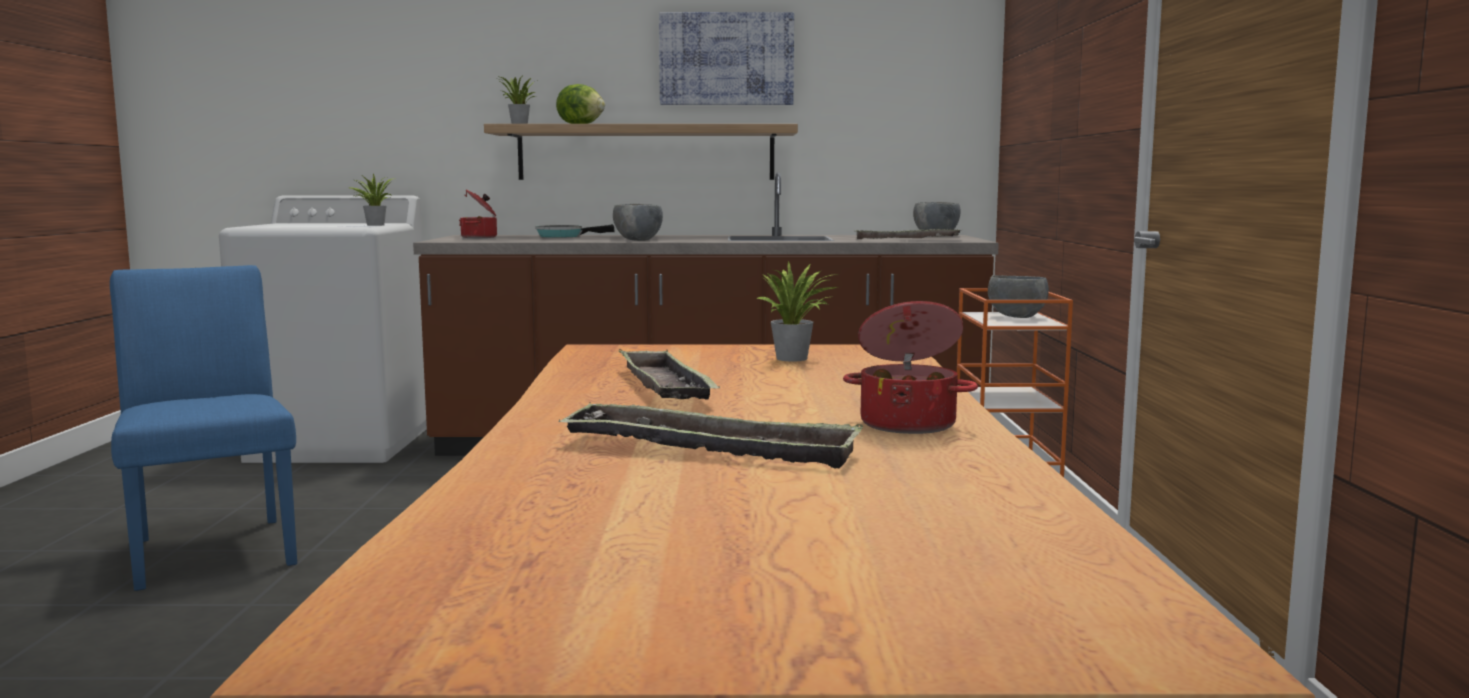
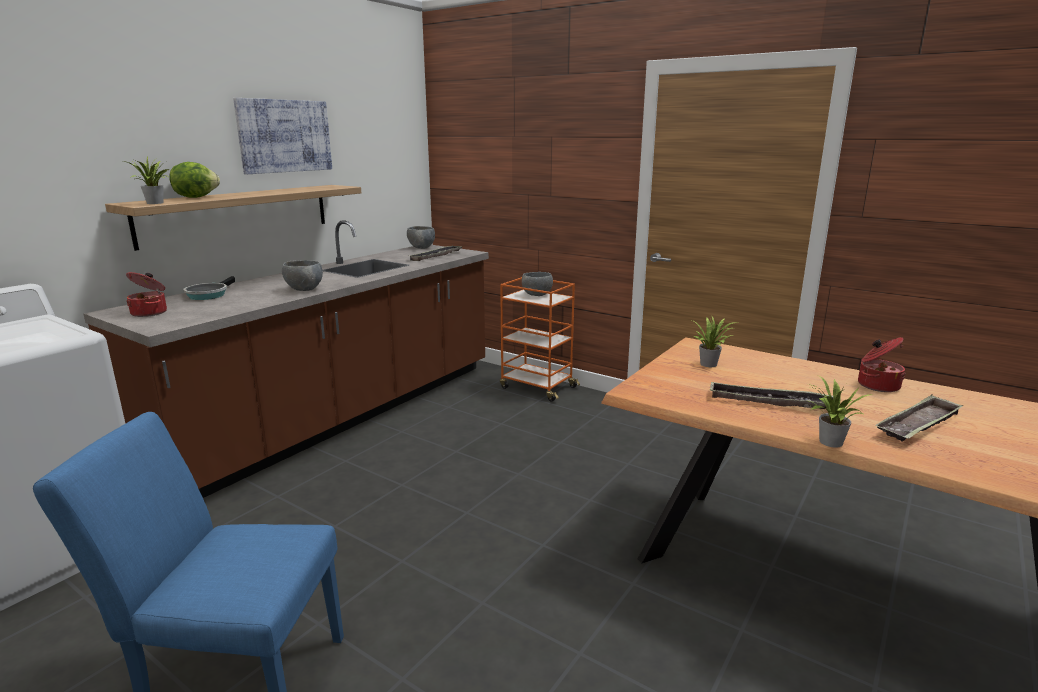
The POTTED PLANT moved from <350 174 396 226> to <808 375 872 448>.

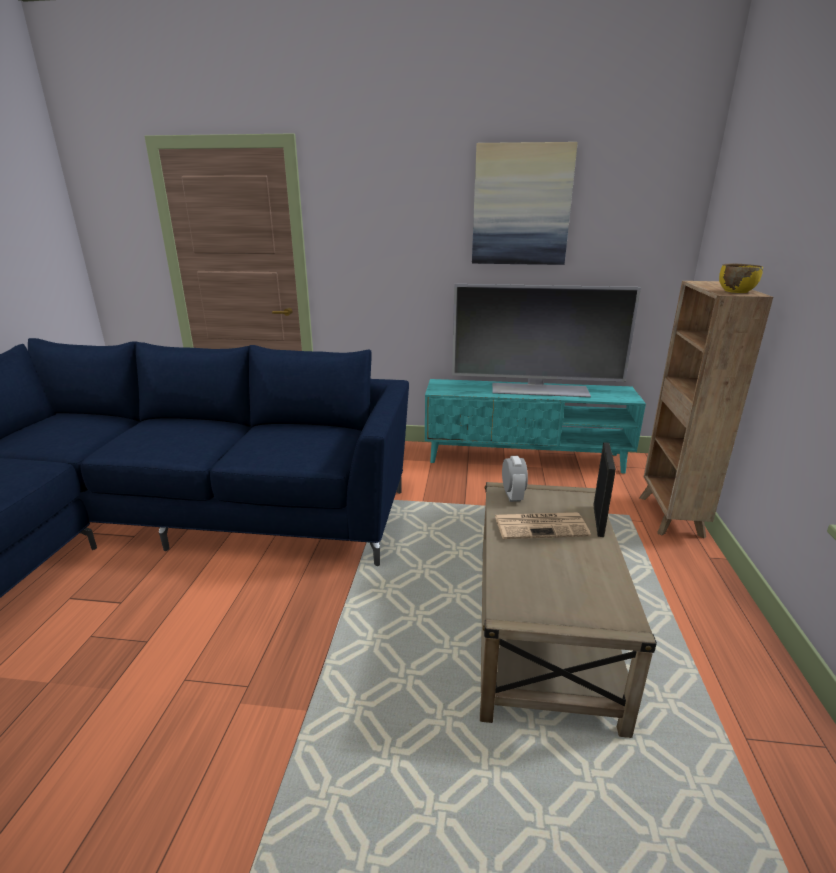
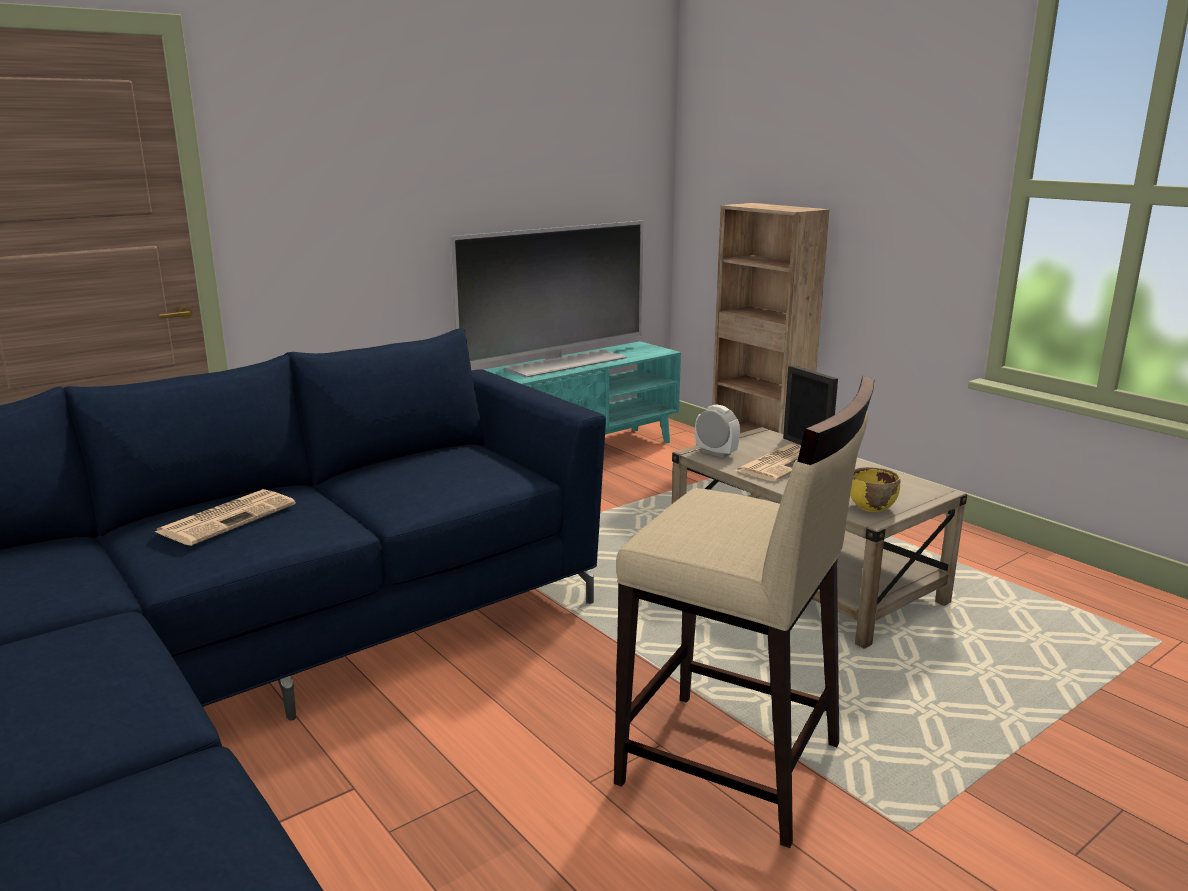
The PICTURE at <472 142 578 265> disappeared. The YELLOW BOWL moved from <719 263 763 293> to <850 467 900 512>. The BEIGE STOOL at <614 376 874 848> appeared. The NEWSPAPER at <155 489 296 546> appeared.

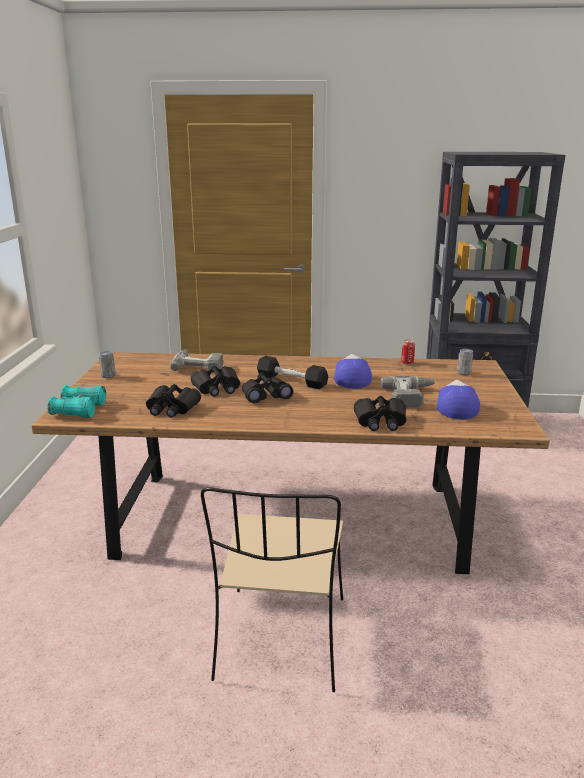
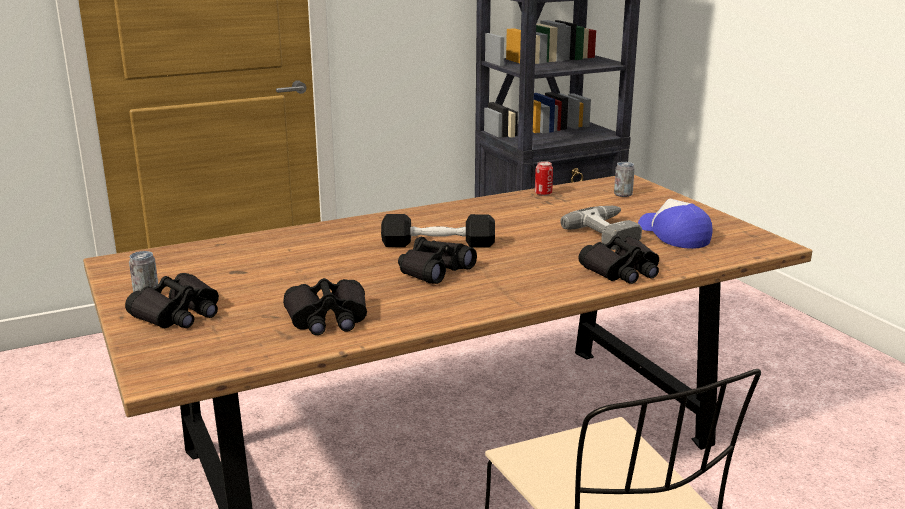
The POWER DRILL at <170 349 223 371> disappeared. The CAP at <334 354 372 389> disappeared. The BLACK BINOCULARS moved from <191 366 240 396> to <125 273 219 328>. The TURQUOISE BINOCULARS at <47 386 106 418> disappeared.

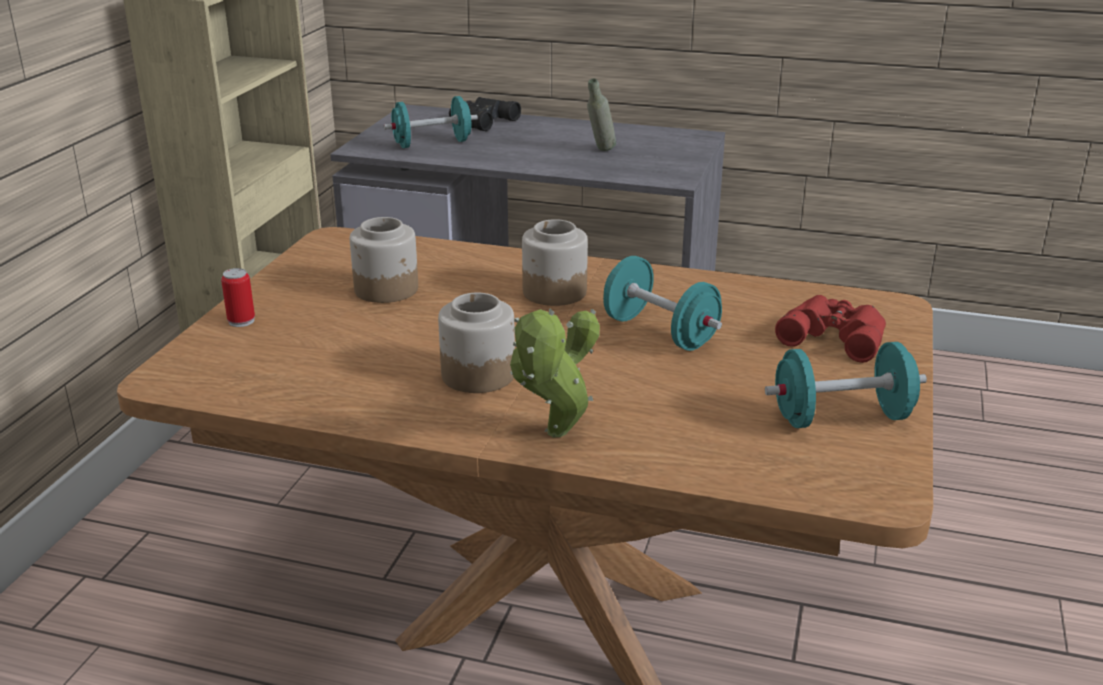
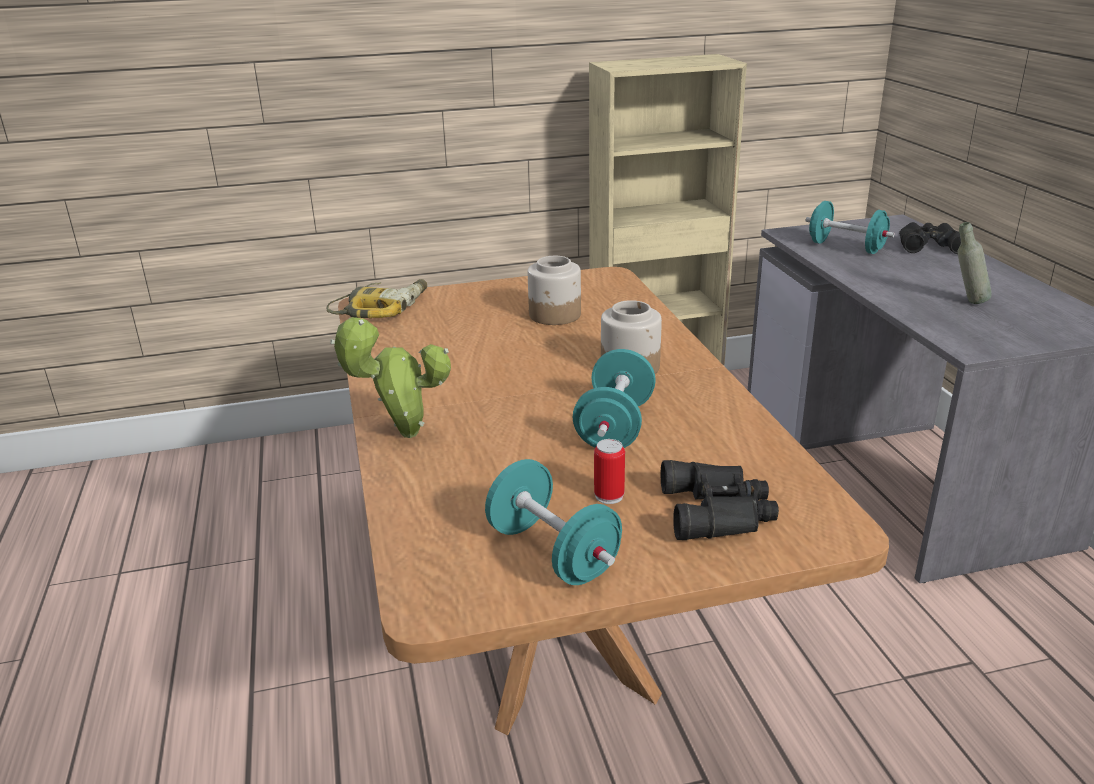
The CAN moved from <221 268 255 327> to <594 439 625 504>. The JAR at <438 293 515 393> disappeared. The RED BINOCULARS at <775 295 886 363> became the BLACK BINOCULARS at <660 460 779 540>. The POWER DRILL at <326 279 427 318> appeared.

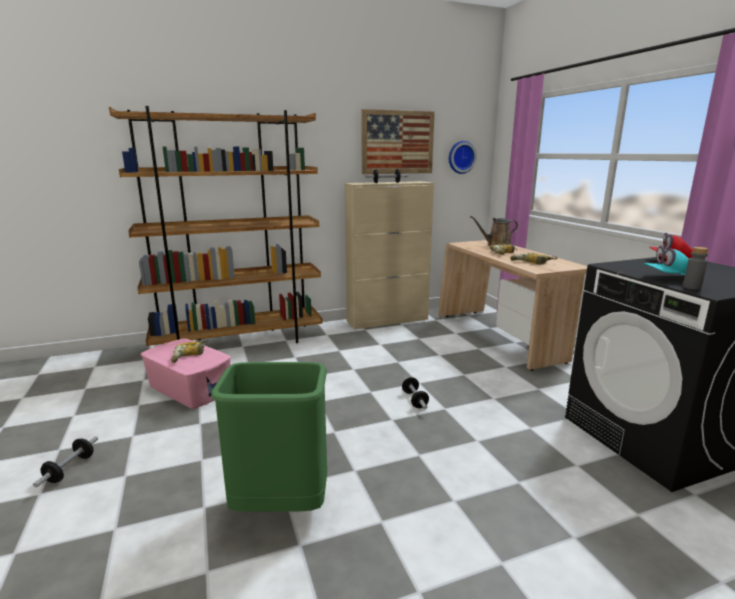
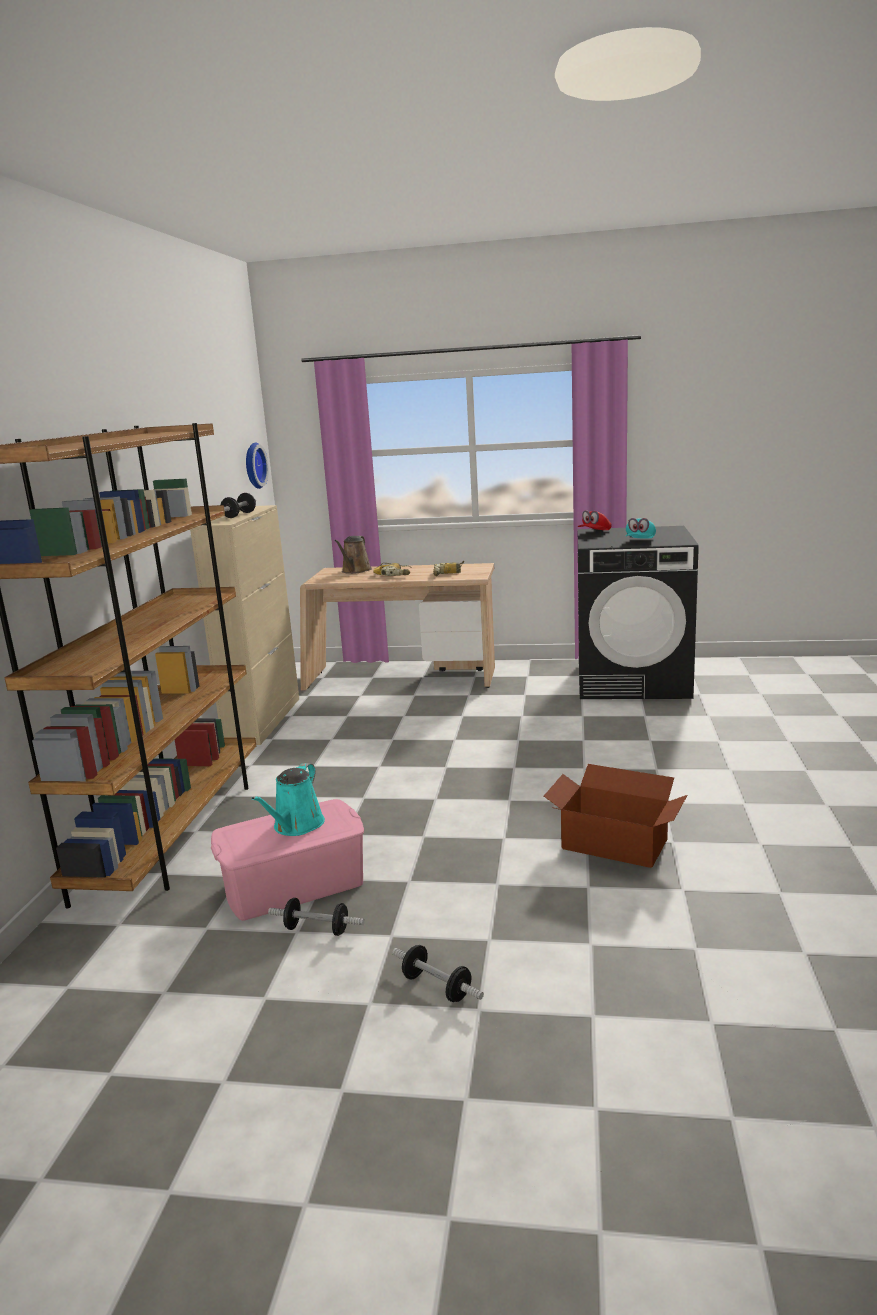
The PICTURE at <361 109 435 174> disappeared. The GREY BOTTLE at <683 247 708 290> disappeared. The POWER DRILL at <171 340 208 363> was replaced by the TURQUOISE WATERING CAN at <251 763 325 836>. The GREEN TRASH CAN at <211 362 327 512> was replaced by the CARDBOARD BOX at <544 764 688 868>. The DUMBBELL moved from <402 377 429 409> to <268 898 365 936>.

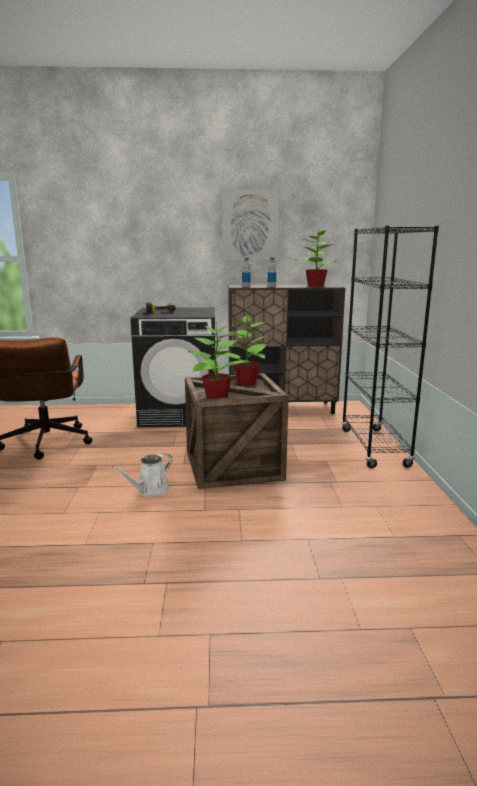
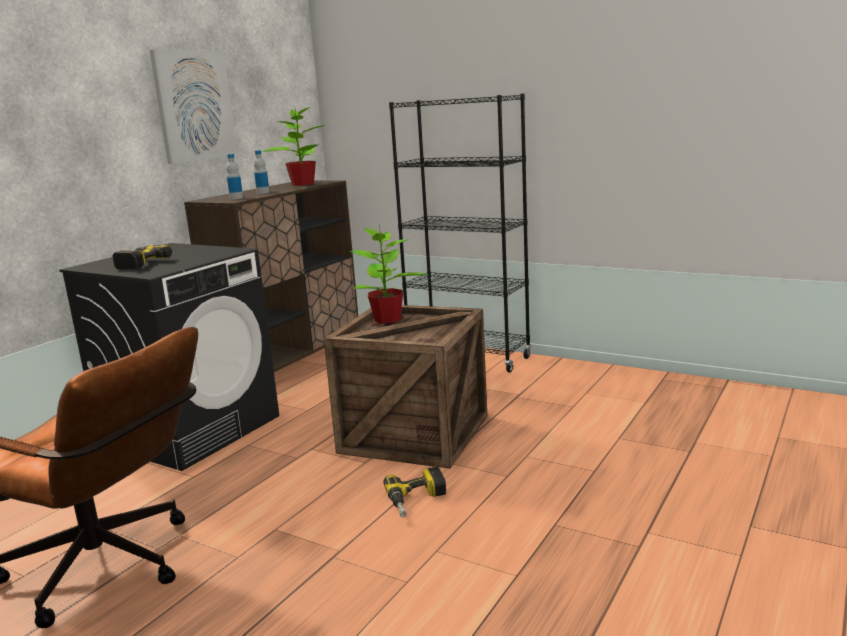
The POTTED PLANT at <188 323 251 399> disappeared. The WHITE WATERING CAN at <112 453 172 497> was replaced by the POWER DRILL at <383 467 446 517>.

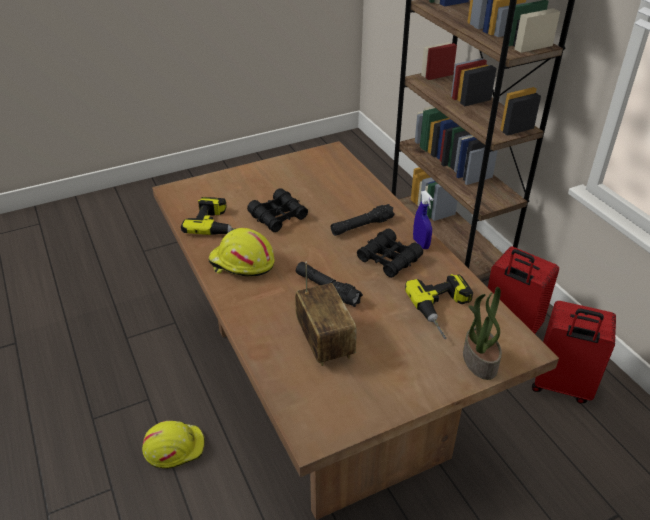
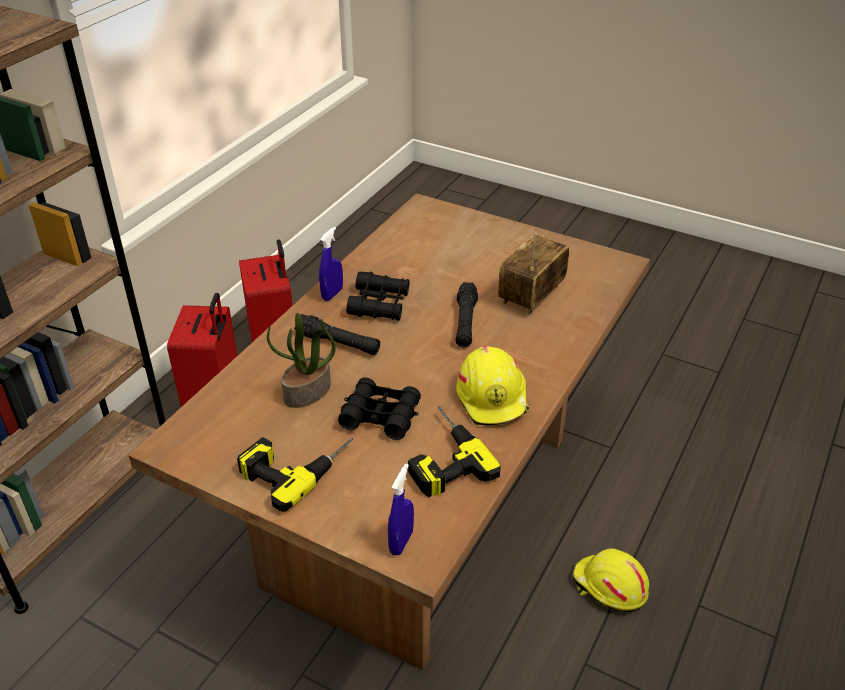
The POWER DRILL moved from <405 274 473 339> to <237 437 353 512>. The POTTED PLANT moved from <463 287 502 380> to <267 313 336 408>. The BLUE SPRAY BOTTLE at <388 463 414 555> appeared.

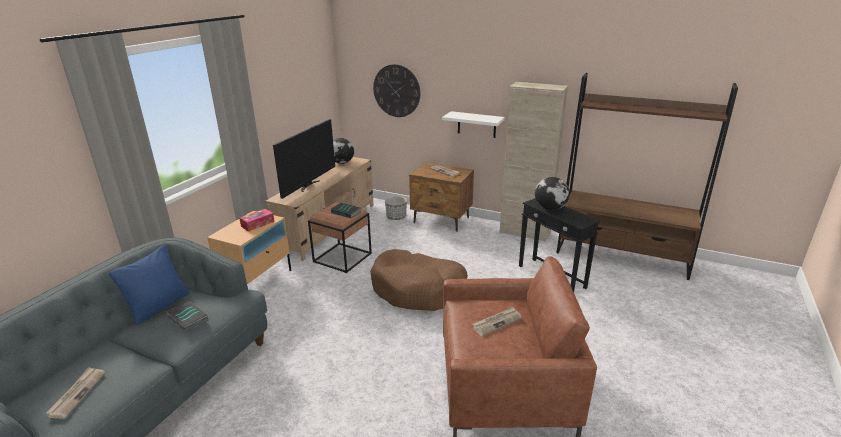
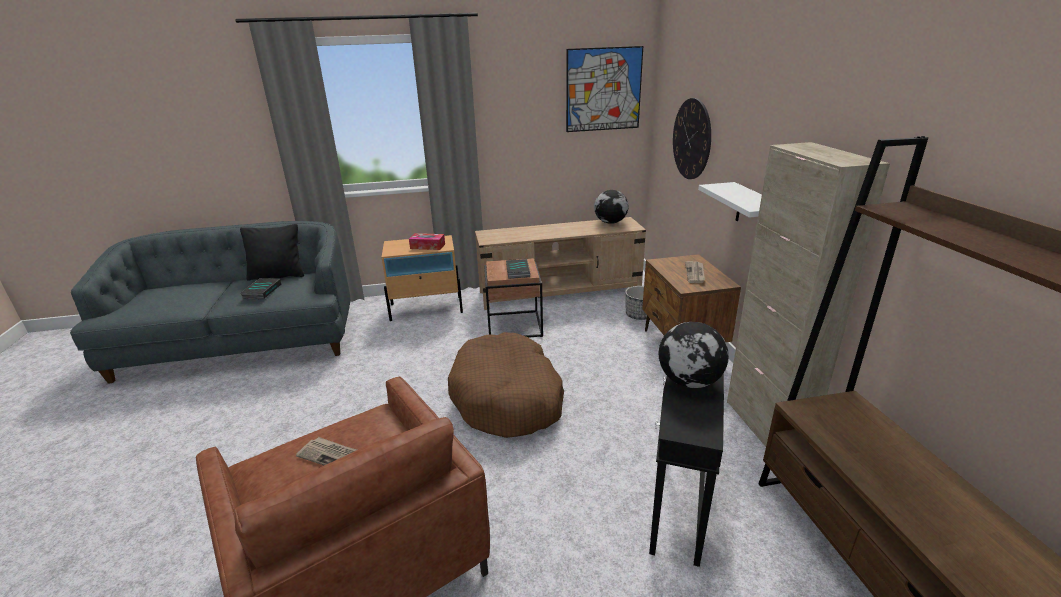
The TELEVISION at <273 119 335 199> disappeared. The BLUE PILLOW at <109 245 190 325> became the BLACK PILLOW at <240 224 304 281>. The NEWSPAPER at <46 367 106 419> disappeared. The PICTURE at <566 46 643 132> appeared.

